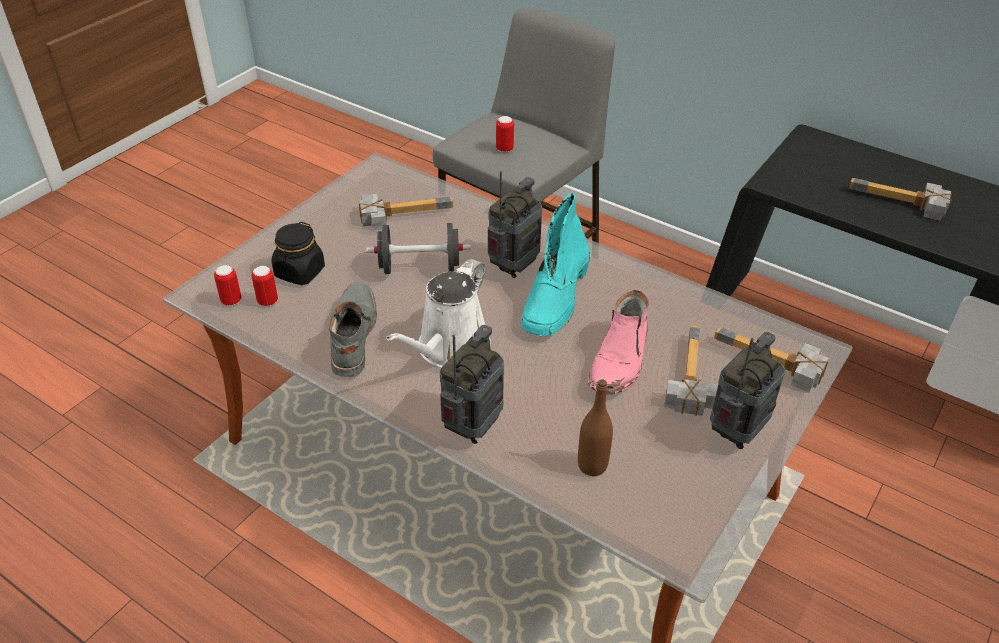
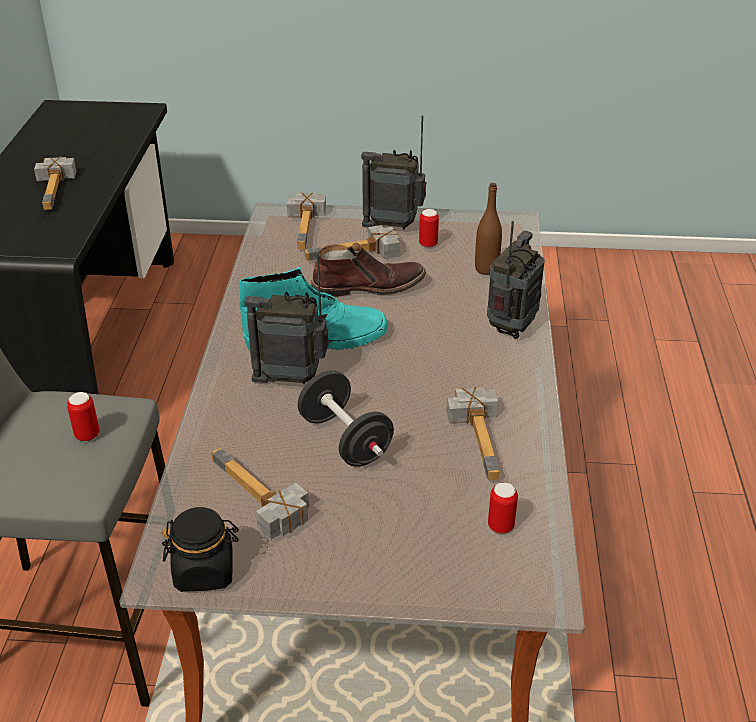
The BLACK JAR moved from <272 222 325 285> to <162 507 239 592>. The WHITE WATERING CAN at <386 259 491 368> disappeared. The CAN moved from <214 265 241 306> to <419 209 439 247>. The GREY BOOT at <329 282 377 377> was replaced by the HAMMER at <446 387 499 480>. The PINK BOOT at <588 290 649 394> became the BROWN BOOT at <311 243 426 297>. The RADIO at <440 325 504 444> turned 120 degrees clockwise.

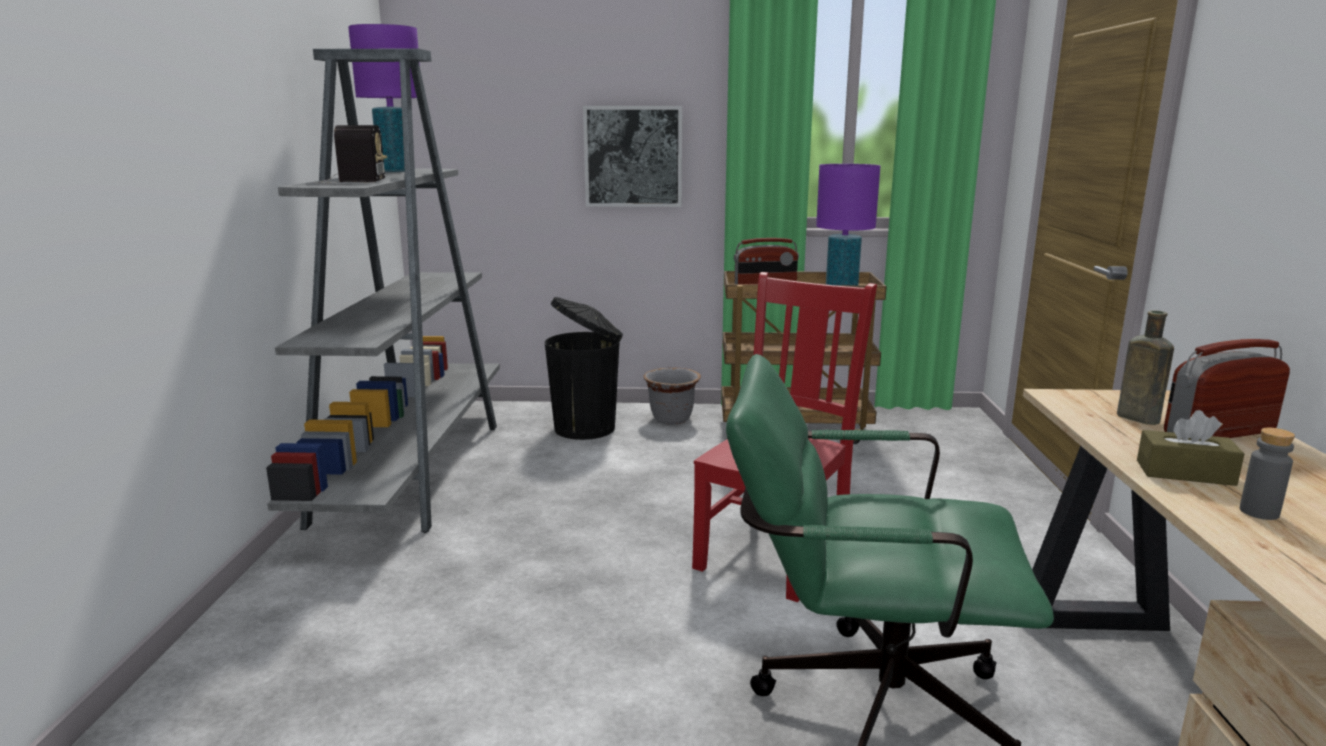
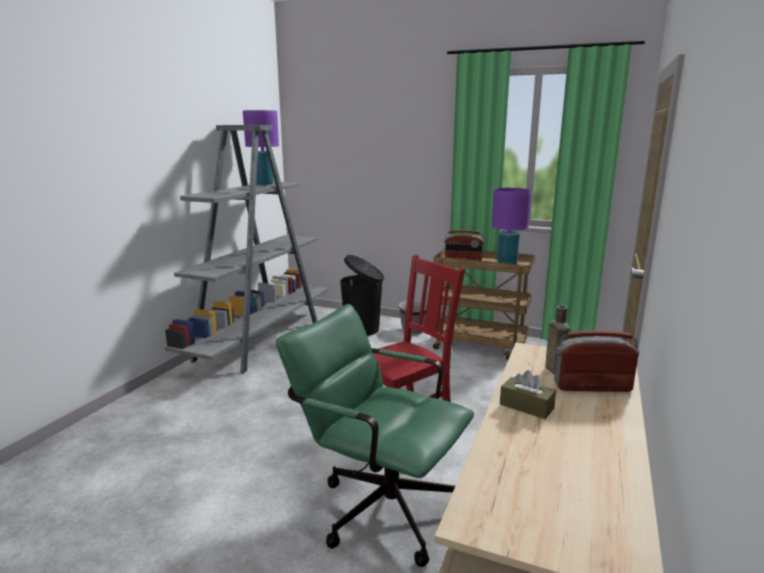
The PICTURE at <583 106 682 207> disappeared. The RADIO at <307 125 387 185> disappeared. The GREY BOTTLE at <1240 428 1295 520> disappeared.

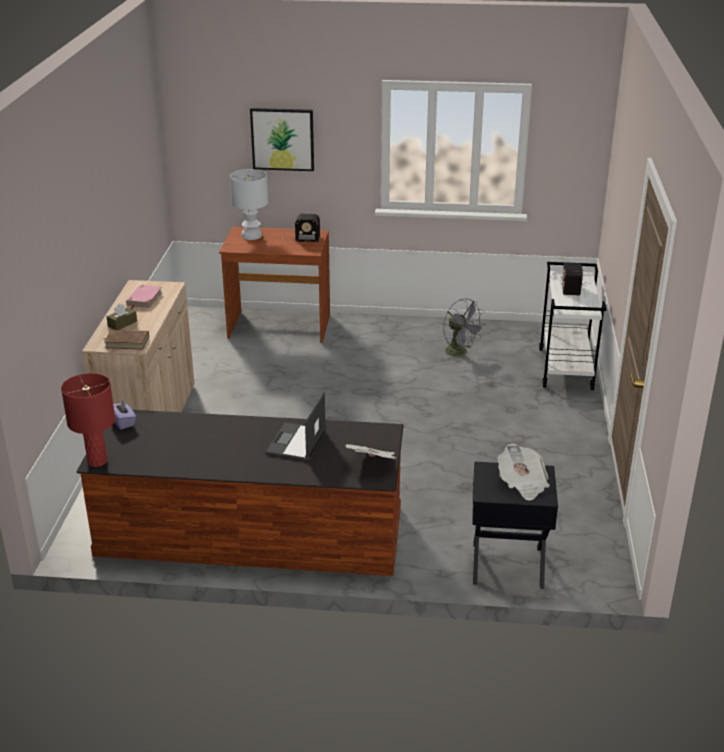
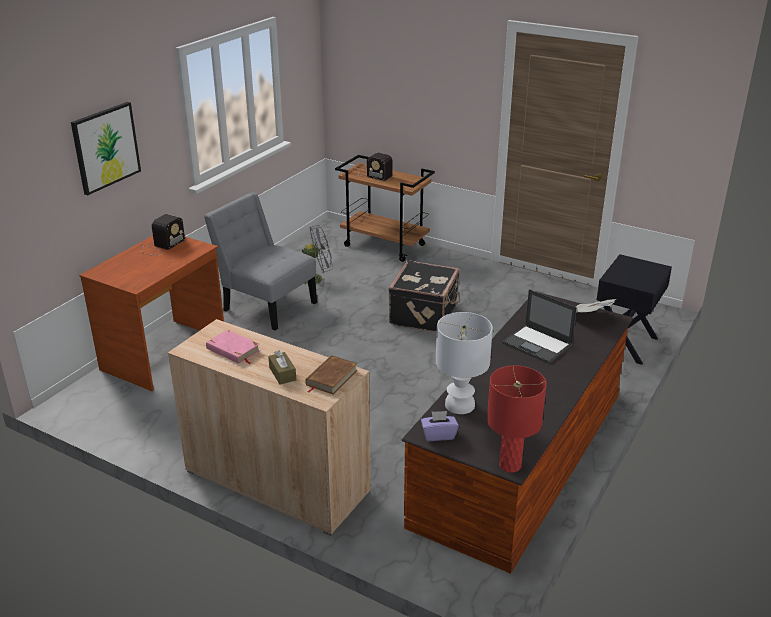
The WHITE TABLE LAMP moved from <230 169 268 240> to <436 312 493 414>. The WHITE CART at <539 262 606 390> became the BROWN CART at <335 155 435 262>. The NEWSPAPER at <497 444 550 501> disappeared. The GREY CHAIR at <204 193 317 331> appeared. The BLACK SUITCASE at <389 260 460 333> appeared.

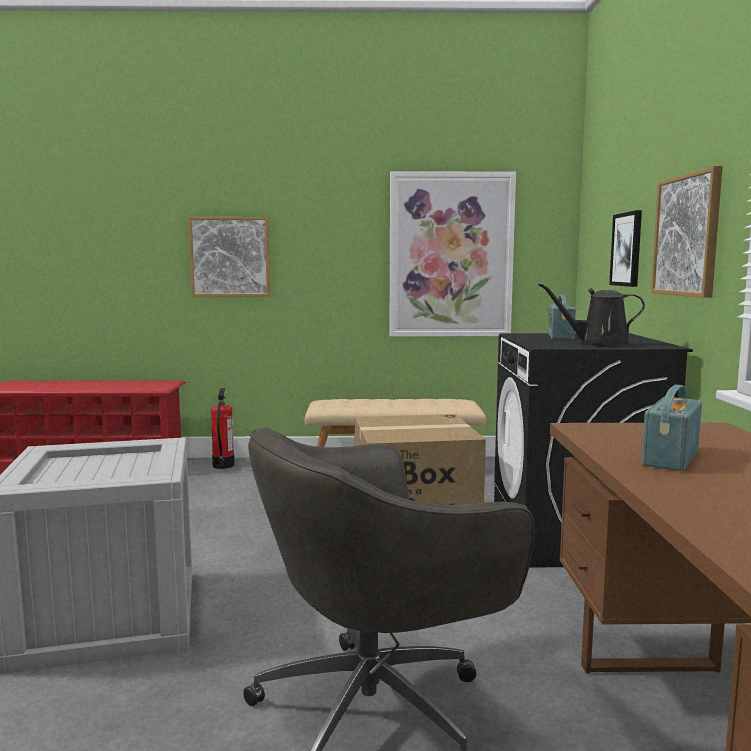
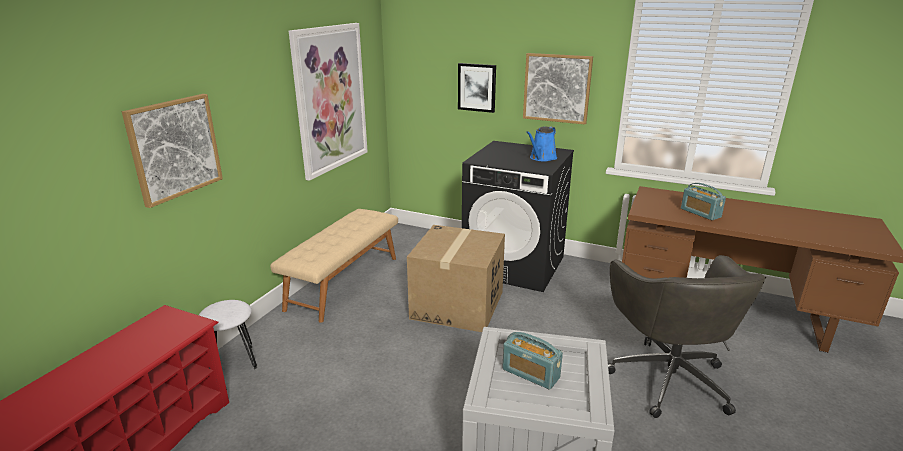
The BLACK WATERING CAN at <538 283 645 346> became the BLUE WATERING CAN at <526 127 557 161>. The RADIO moved from <548 295 576 340> to <502 332 563 390>. The FIRE EXTINGUISHER at <211 388 235 469> was replaced by the WHITE STOOL at <199 300 257 369>.

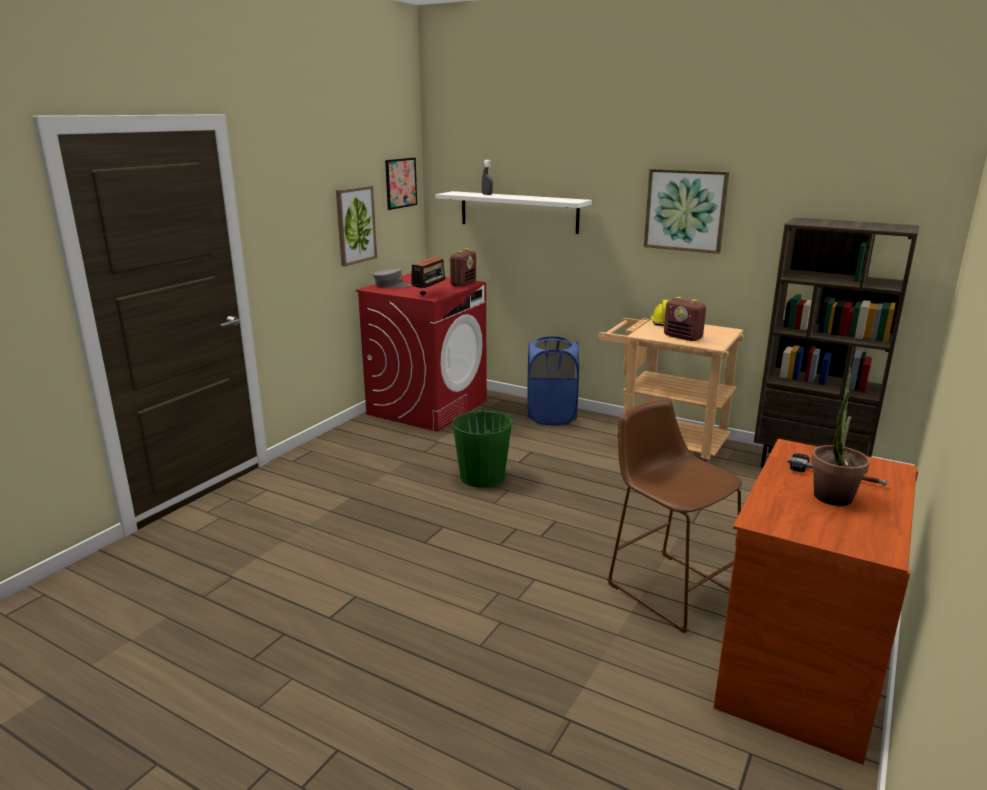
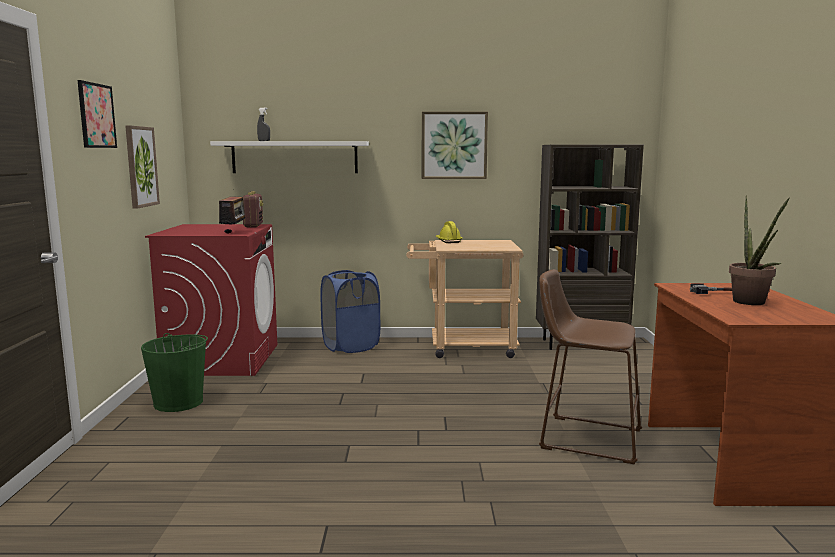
The PICTURE moved from <385 158 417 210> to <77 80 117 148>. The GREY CAP at <373 269 411 288> disappeared. The RADIO at <664 297 706 341> disappeared. The GREEN BUCKET moved from <452 408 514 488> to <141 333 208 412>.

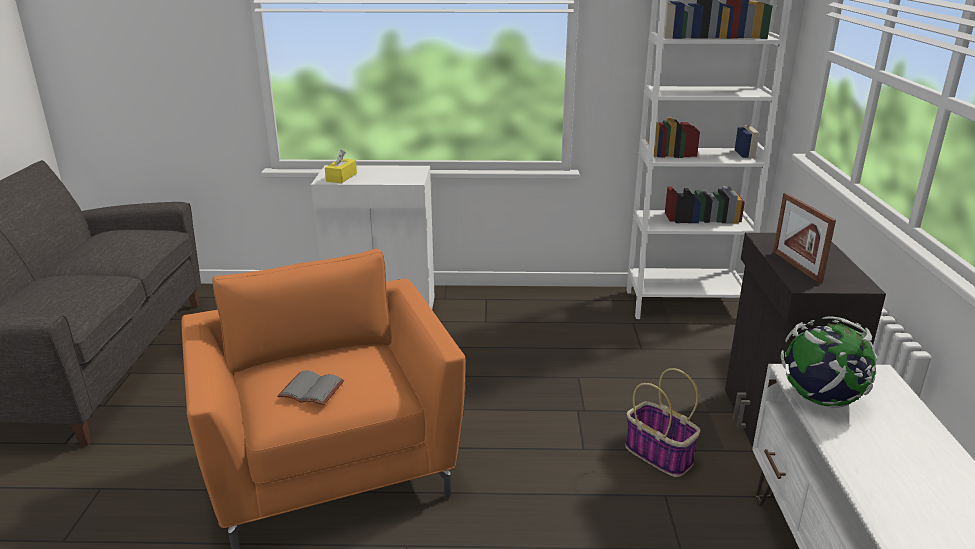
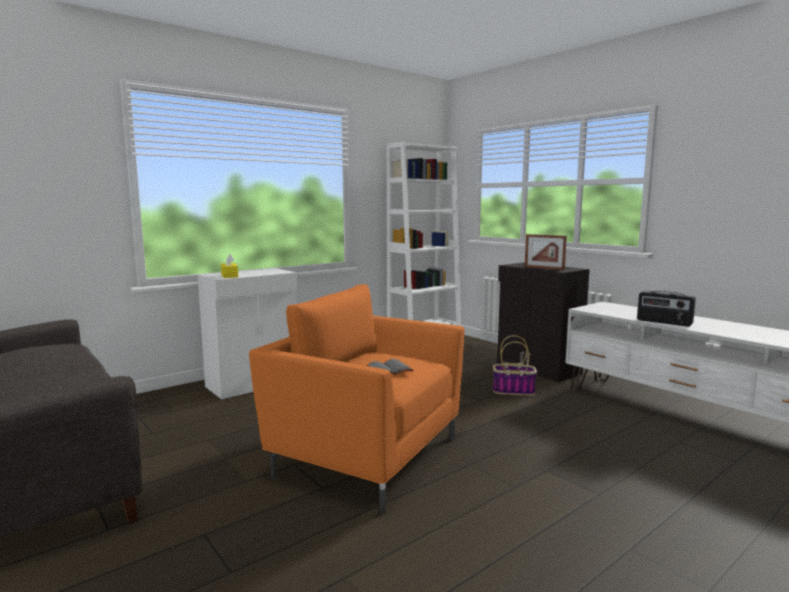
The GLOBE at <781 316 877 408> disappeared. The RADIO at <637 291 696 327> appeared.

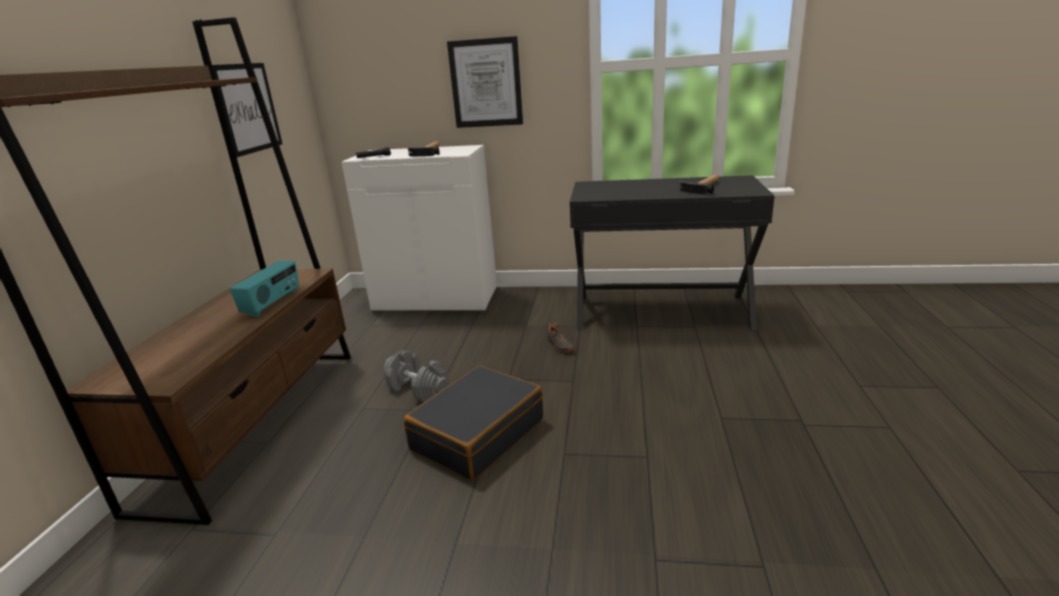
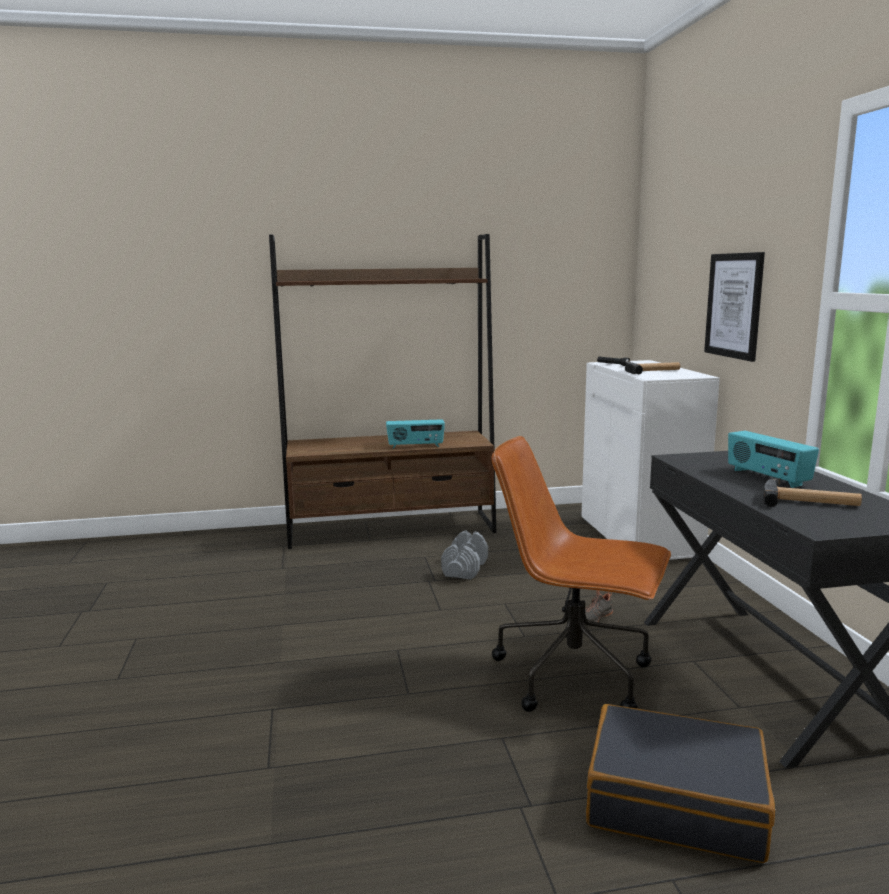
The PICTURE at <212 63 282 157> disappeared. The BLACK SUITCASE moved from <404 366 543 481> to <586 704 775 863>. The RADIO at <728 431 819 488> appeared. The BROWN OFFICE CHAIR at <492 436 671 712> appeared.

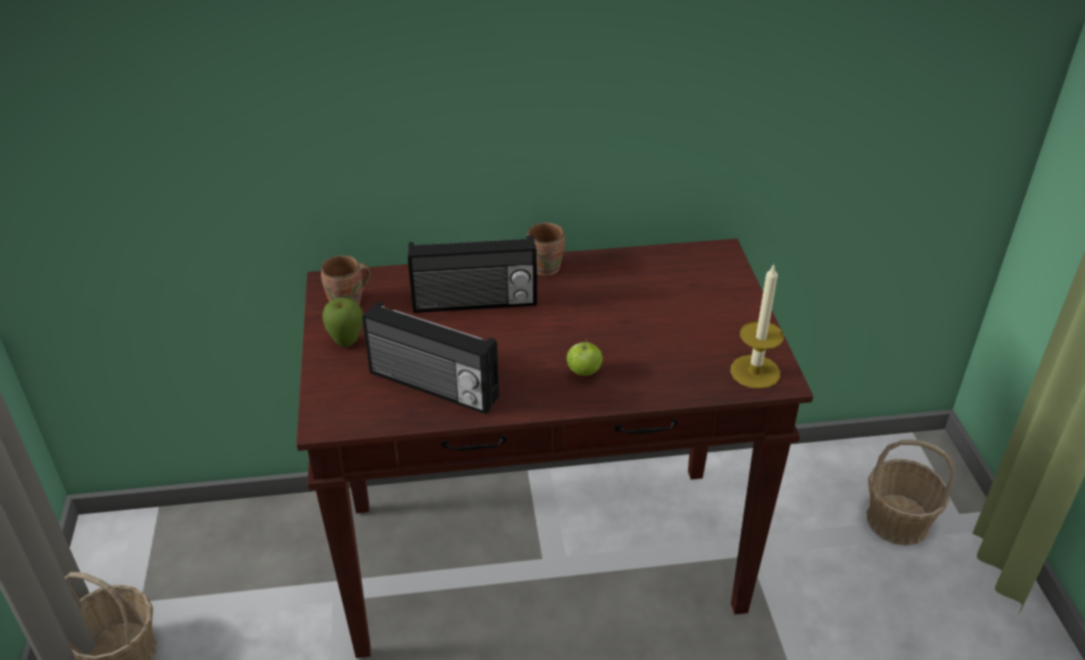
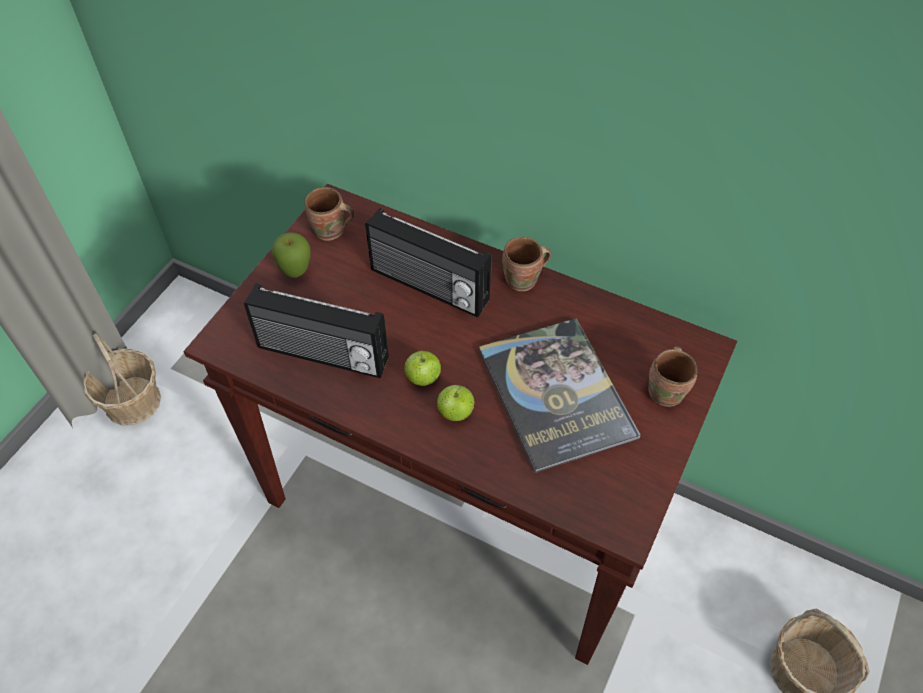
The CANDLE at <731 263 784 389> disappeared. The RADIO at <362 301 499 414> turned 45 degrees counterclockwise. The BOOK at <479 318 641 473> appeared. The BROWN MUG at <648 346 698 407> appeared. The APPLE at <404 350 441 386> appeared.

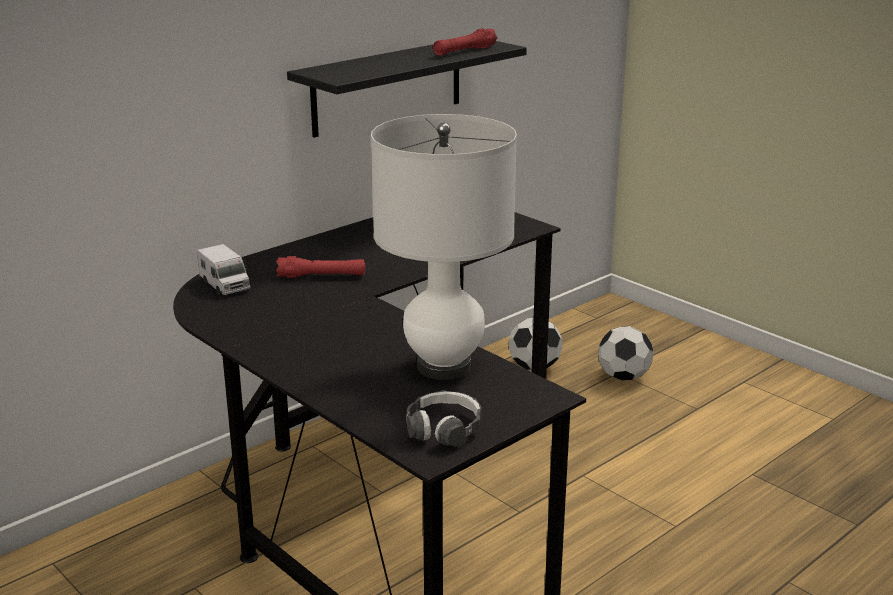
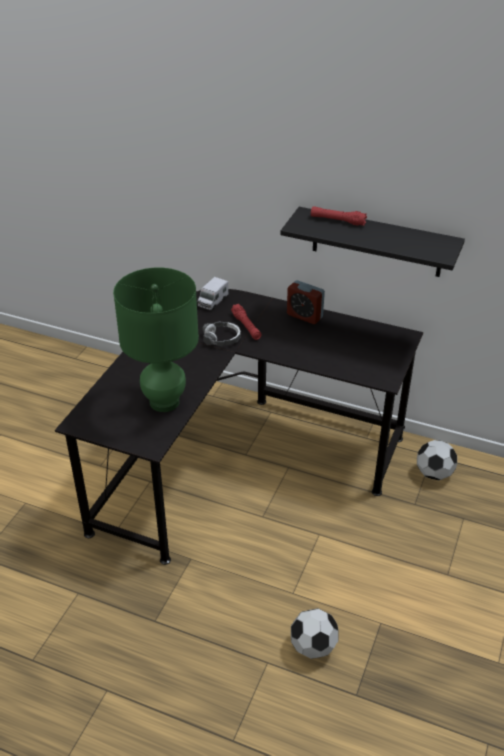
The RED FLASHLIGHT moved from <433 28 498 56> to <311 206 367 226>. The WHITE TABLE LAMP at <371 114 517 380> became the GREEN TABLE LAMP at <113 268 199 412>. The FOOTBALL moved from <598 326 654 381> to <291 608 339 659>. The HEADPHONES moved from <406 391 482 447> to <202 322 241 346>. The ALARM CLOCK at <287 280 325 324> appeared.

